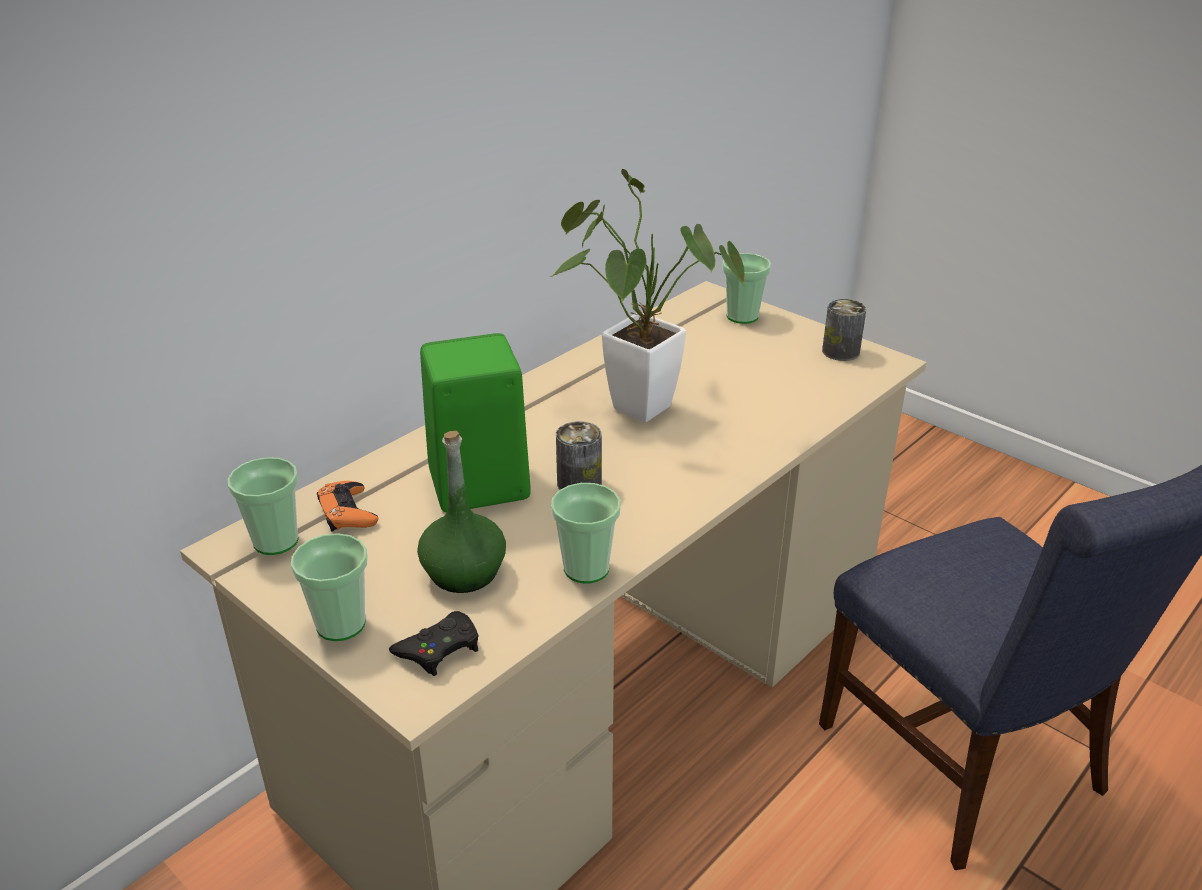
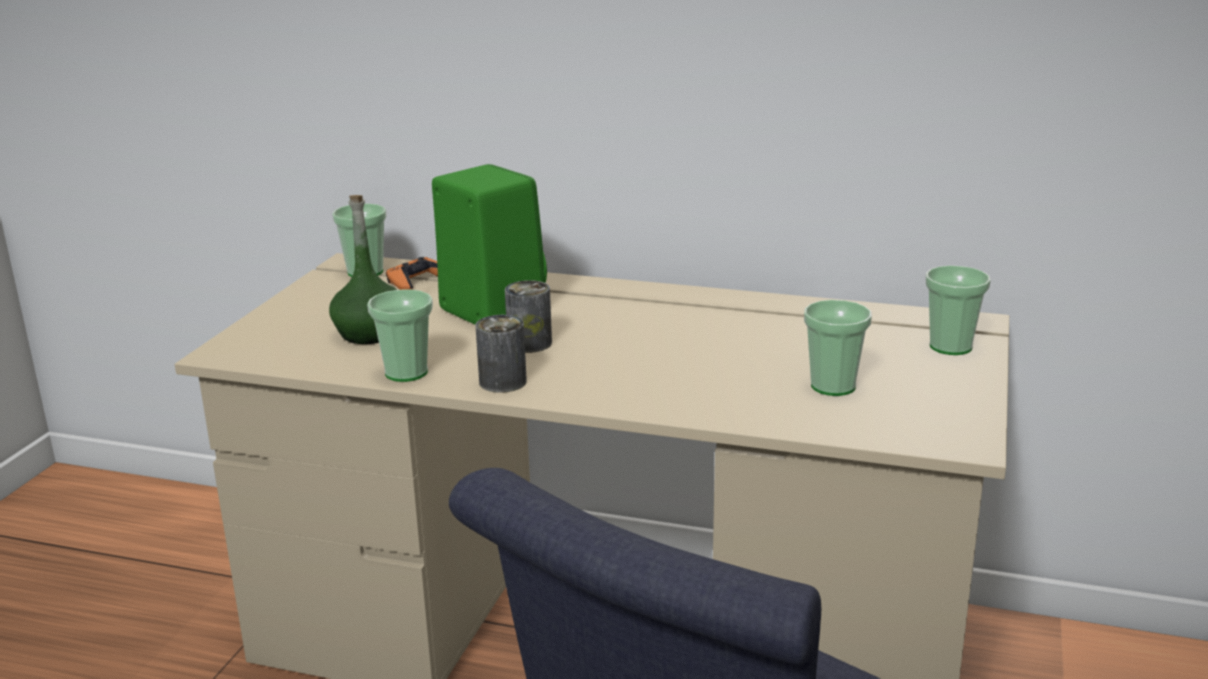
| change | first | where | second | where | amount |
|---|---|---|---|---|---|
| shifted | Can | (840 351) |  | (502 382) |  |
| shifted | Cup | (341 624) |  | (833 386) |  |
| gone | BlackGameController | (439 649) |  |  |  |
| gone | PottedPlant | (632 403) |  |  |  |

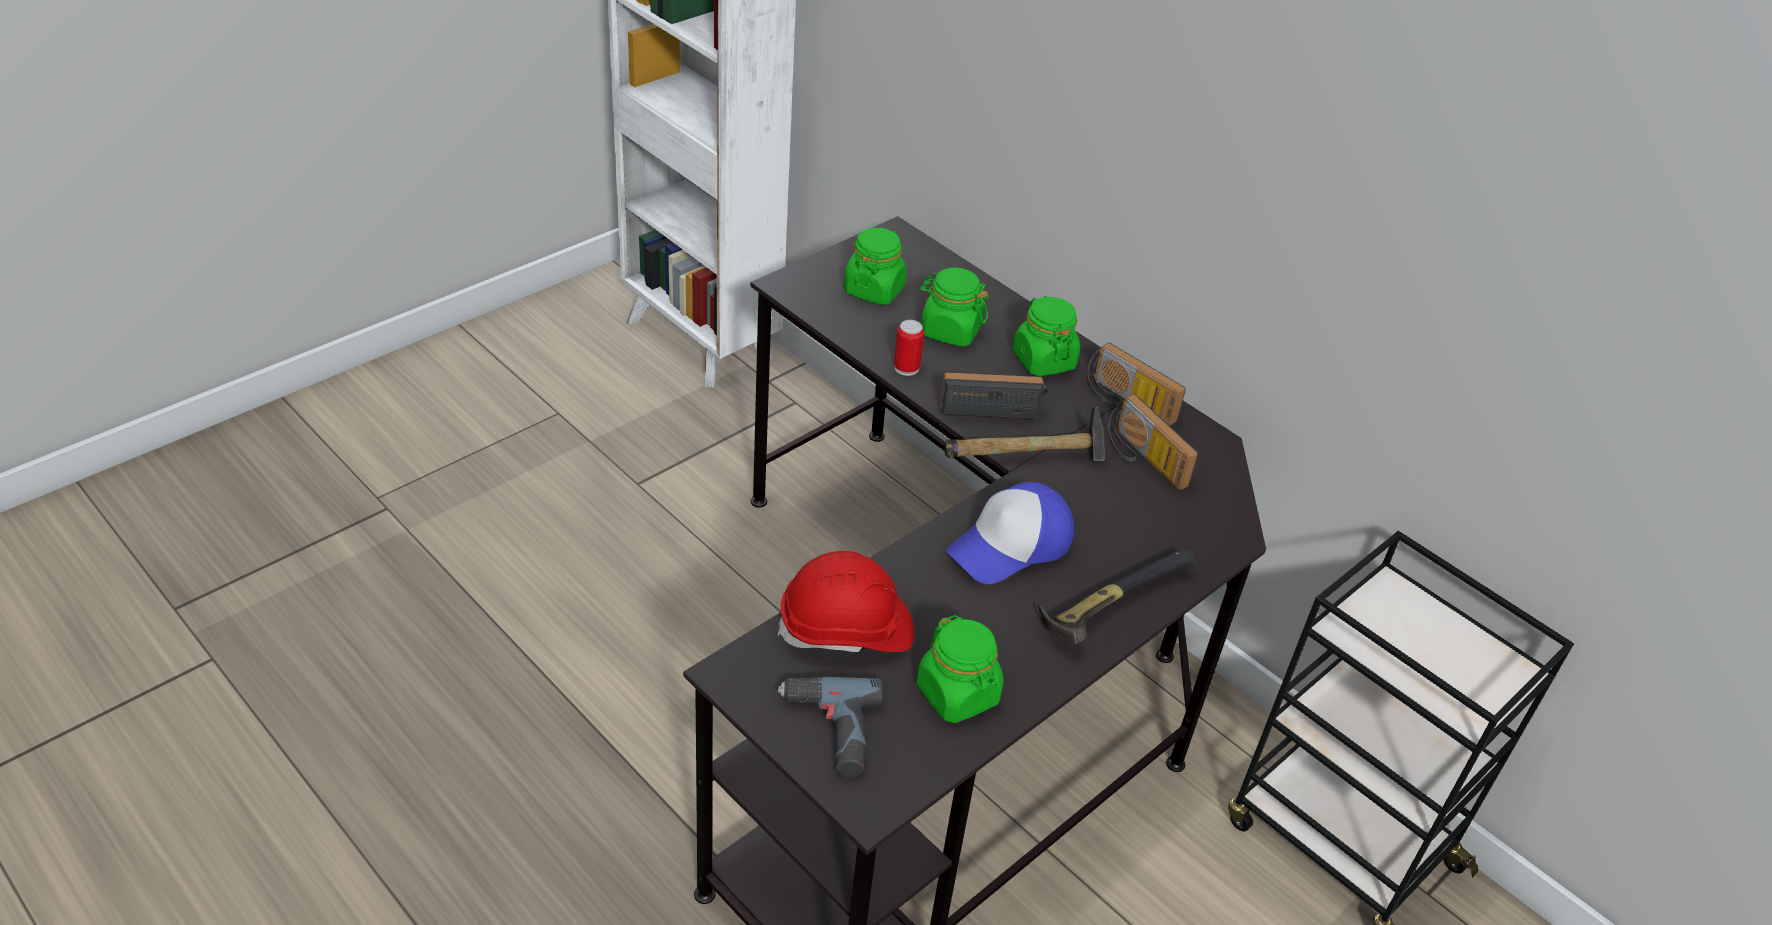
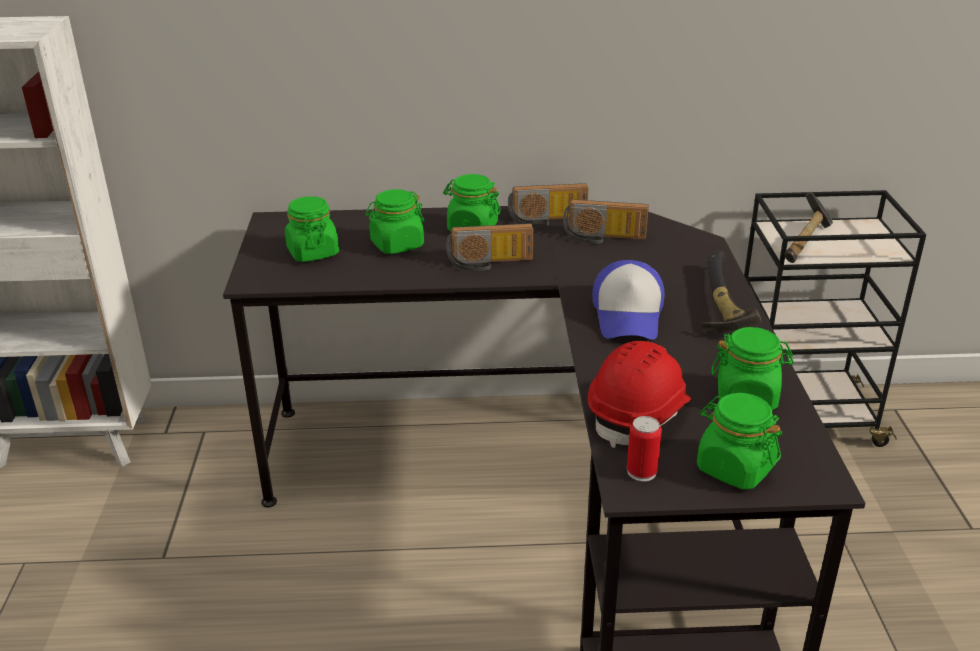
| change | first | where | second | where | amount |
|---|---|---|---|---|---|
| rotated | Radio | (991 406) |  | (490 263) | 135 degrees counterclockwise |
| shifted | Can | (906 368) |  | (641 472) |  |
| swapped | PowerDrill | (828 731) | GreenJar | (734 468) |  |
| shifted | Hammer | (1027 458) |  | (805 244) |  |

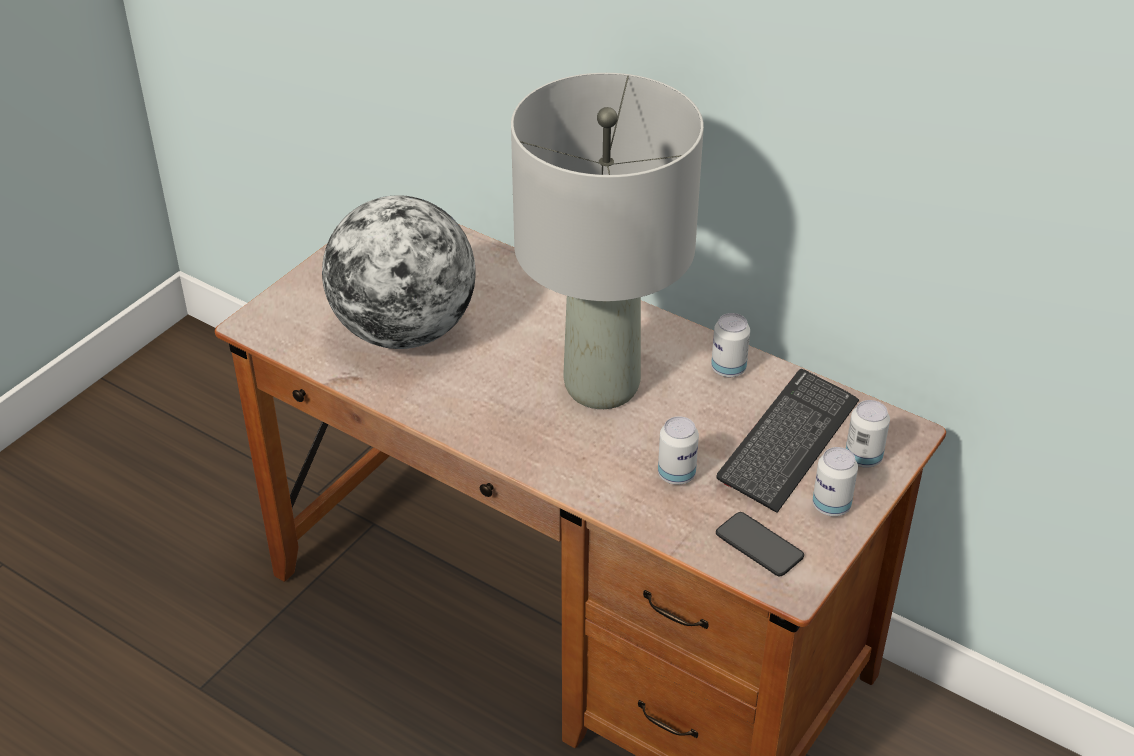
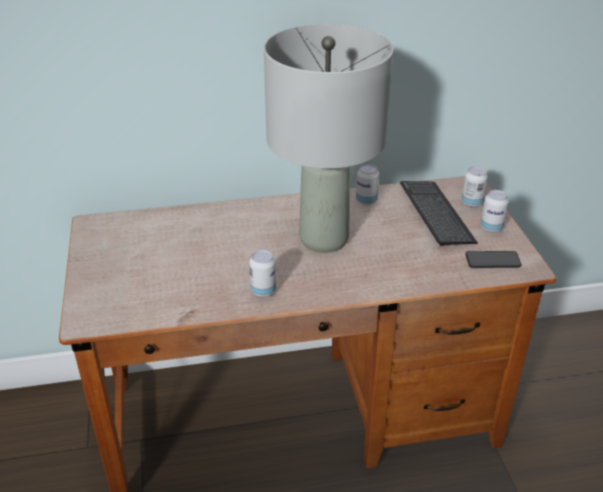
| change | first | where | second | where | amount |
|---|---|---|---|---|---|
| shifted | Can | (676 475) |  | (263 291) |  |
| gone | Globe | (404 331) |  |  |  |

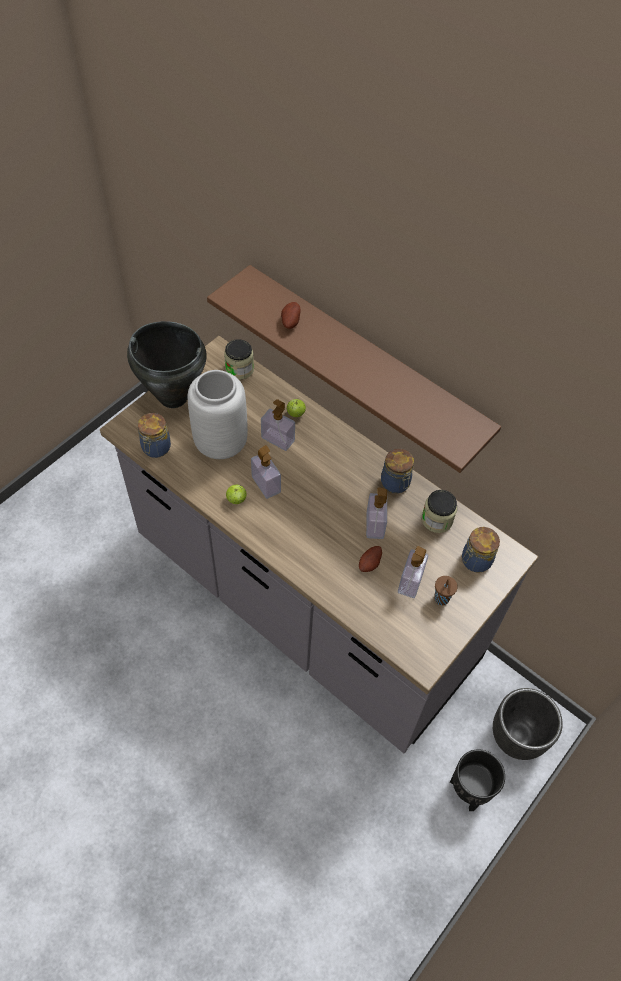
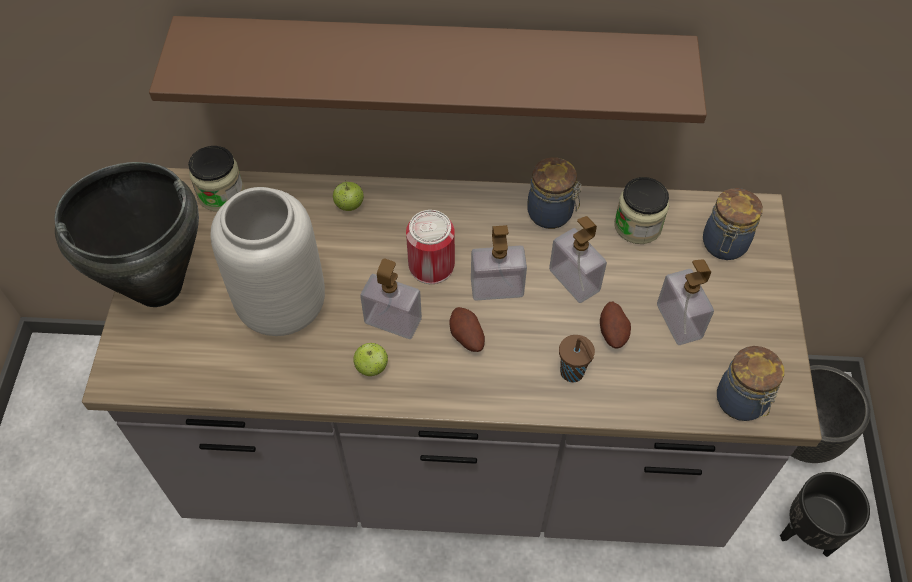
| change | first | where | second | where | amount |
|---|---|---|---|---|---|
| new |  |  | Can | (431 266) |  |
| shifted | Potato | (290 322) |  | (466 337) |  |
| shifted | SoapDispenser | (278 439) |  | (497 288) |  |
| shifted | BrownCup | (441 599) |  | (573 373) |  |
| shifted | Jar | (155 448) |  | (741 403) |  |

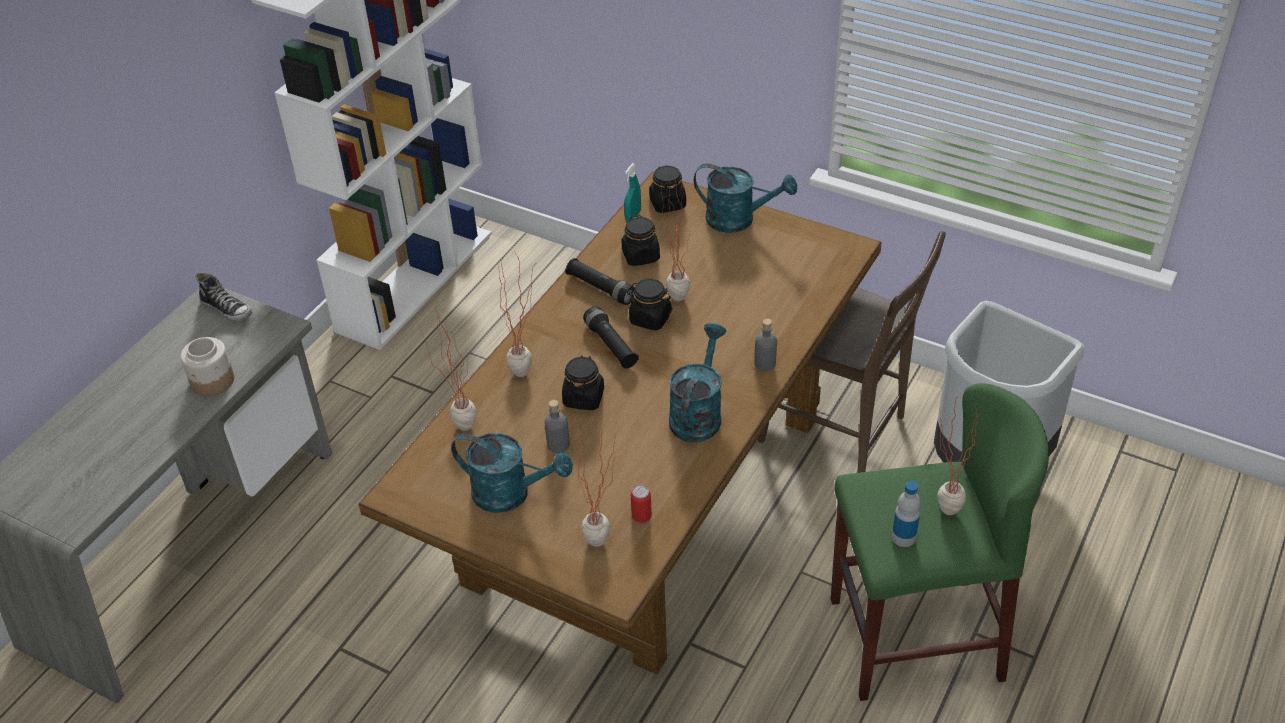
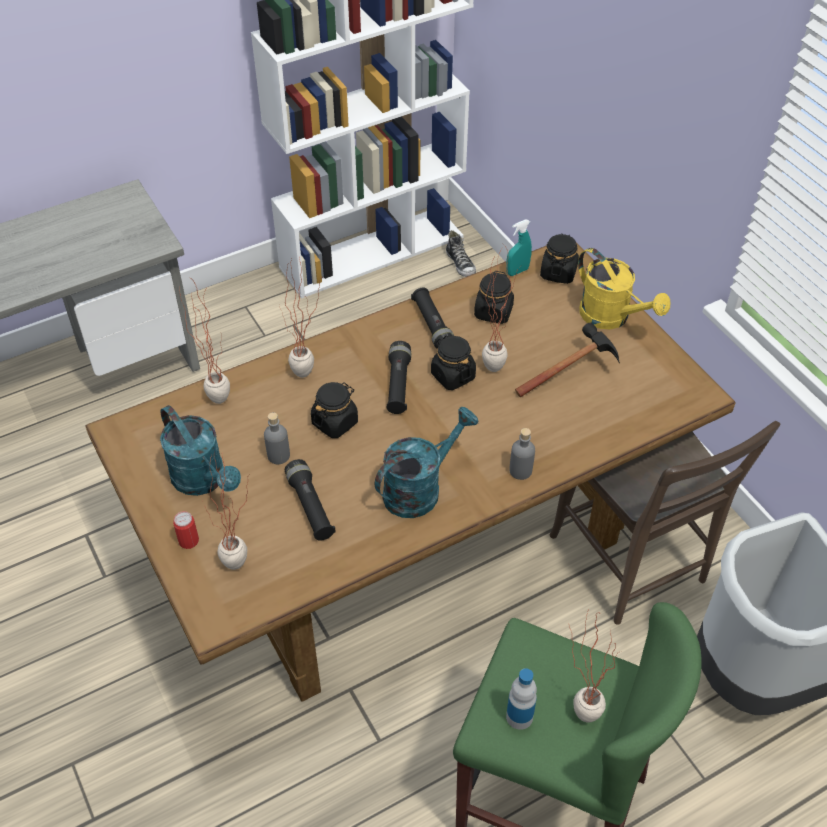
| change | first | where | second | where | amount |
|---|---|---|---|---|---|
| shifted | Can | (641 515) |  | (188 541) |  |
| new |  |  | BlackFlashlight | (310 507) |  |
| shifted | Shoe | (227 309) |  | (461 264) |  |
| new |  |  | Hammer | (572 372) |  |
| repainted | TurquoiseWateringCan | (739 220) | YellowWateringCan | (612 317) |  |
| gone | Jar | (212 381) |  |  |  |

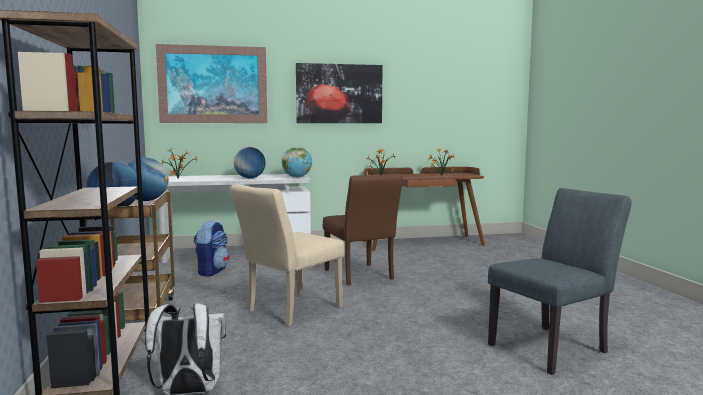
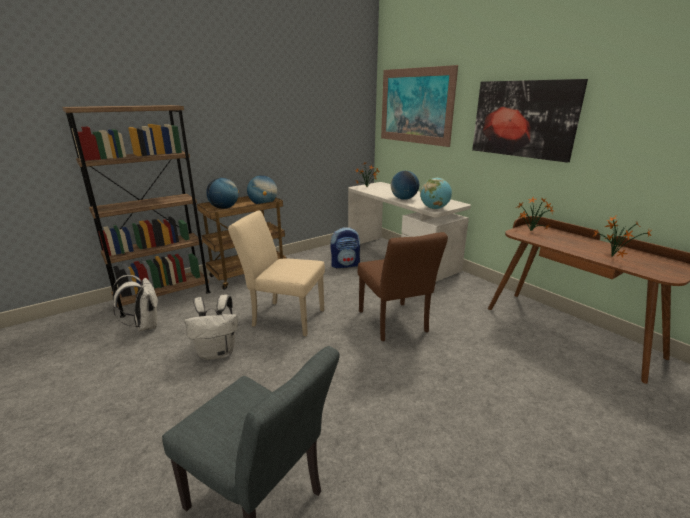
| change | first | where | second | where | amount |
|---|---|---|---|---|---|
| new |  |  | WhiteBackpack | (218 352) |  |
| rotated | BrownChair | (361 276) |  | (395 324) | 60 degrees counterclockwise |

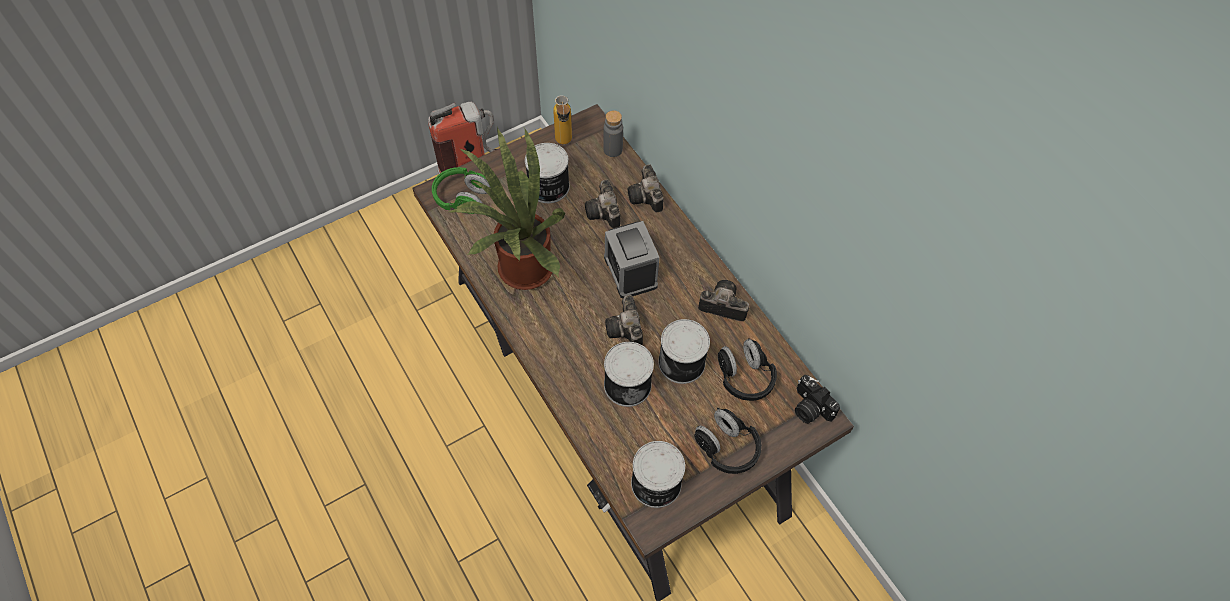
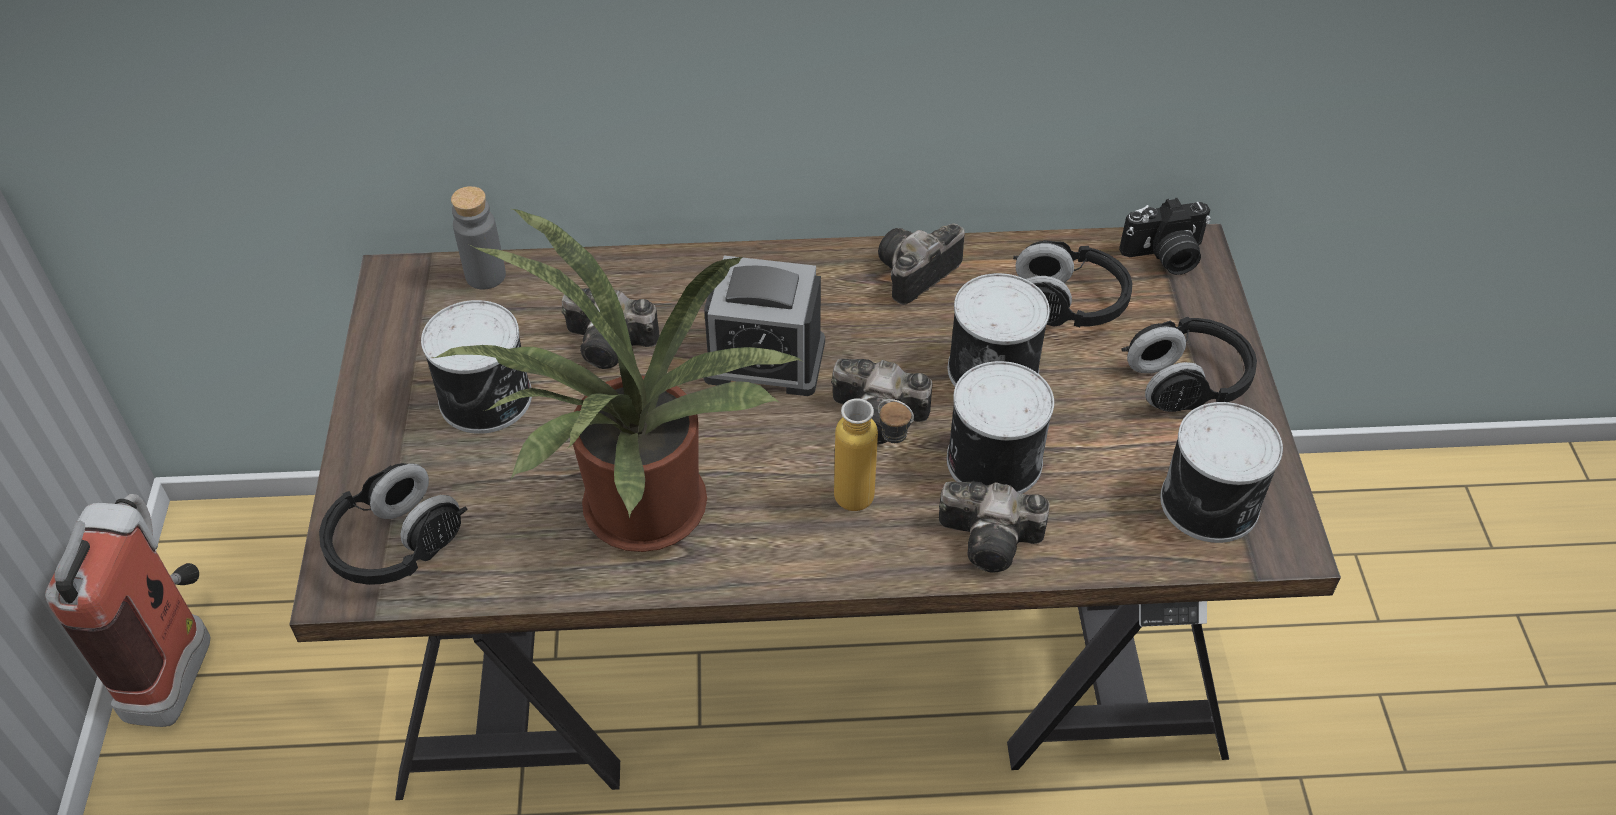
| change | first | where | second | where | amount |
|---|---|---|---|---|---|
| repainted | GreenHeadphones | (462 198) | BlackHeadphones | (396 545) |  |
| shifted | Bottle | (564 144) |  | (870 502) |  |
| shifted | PhotoCamera | (647 198) |  | (994 540) |  |

